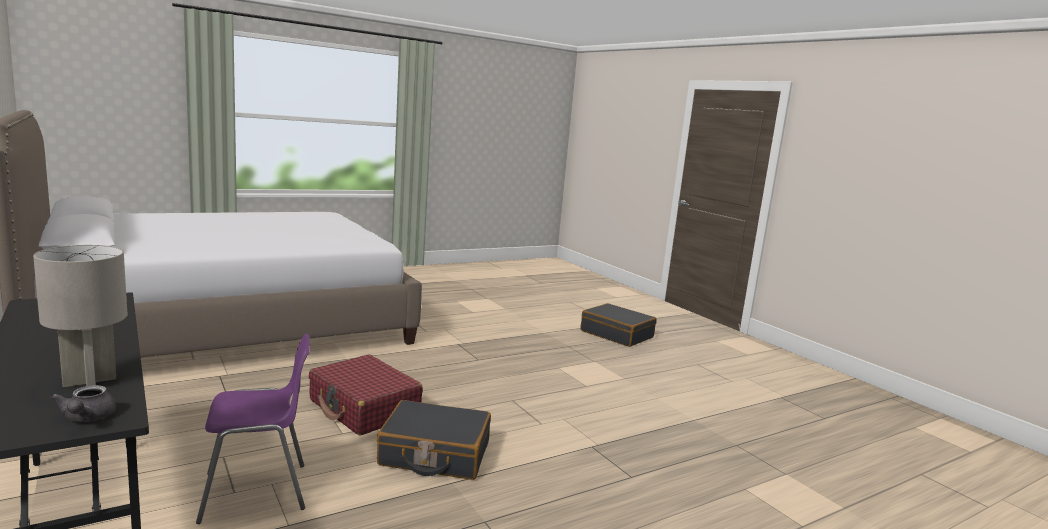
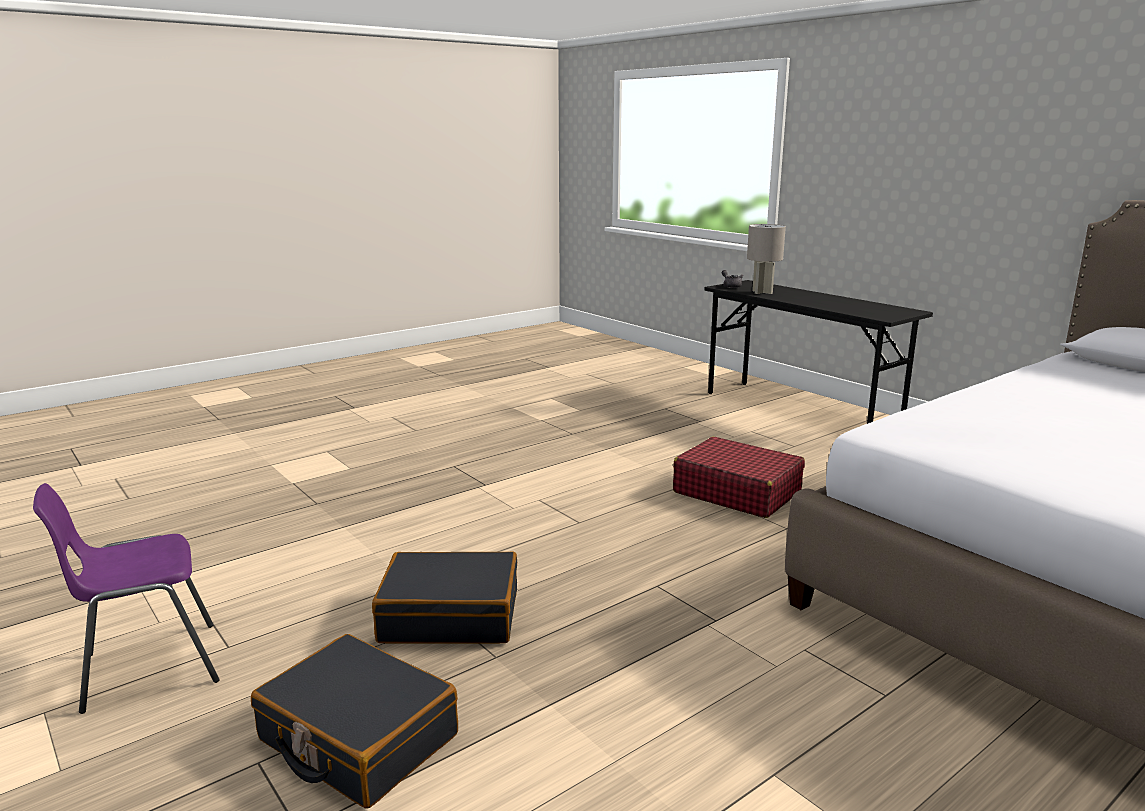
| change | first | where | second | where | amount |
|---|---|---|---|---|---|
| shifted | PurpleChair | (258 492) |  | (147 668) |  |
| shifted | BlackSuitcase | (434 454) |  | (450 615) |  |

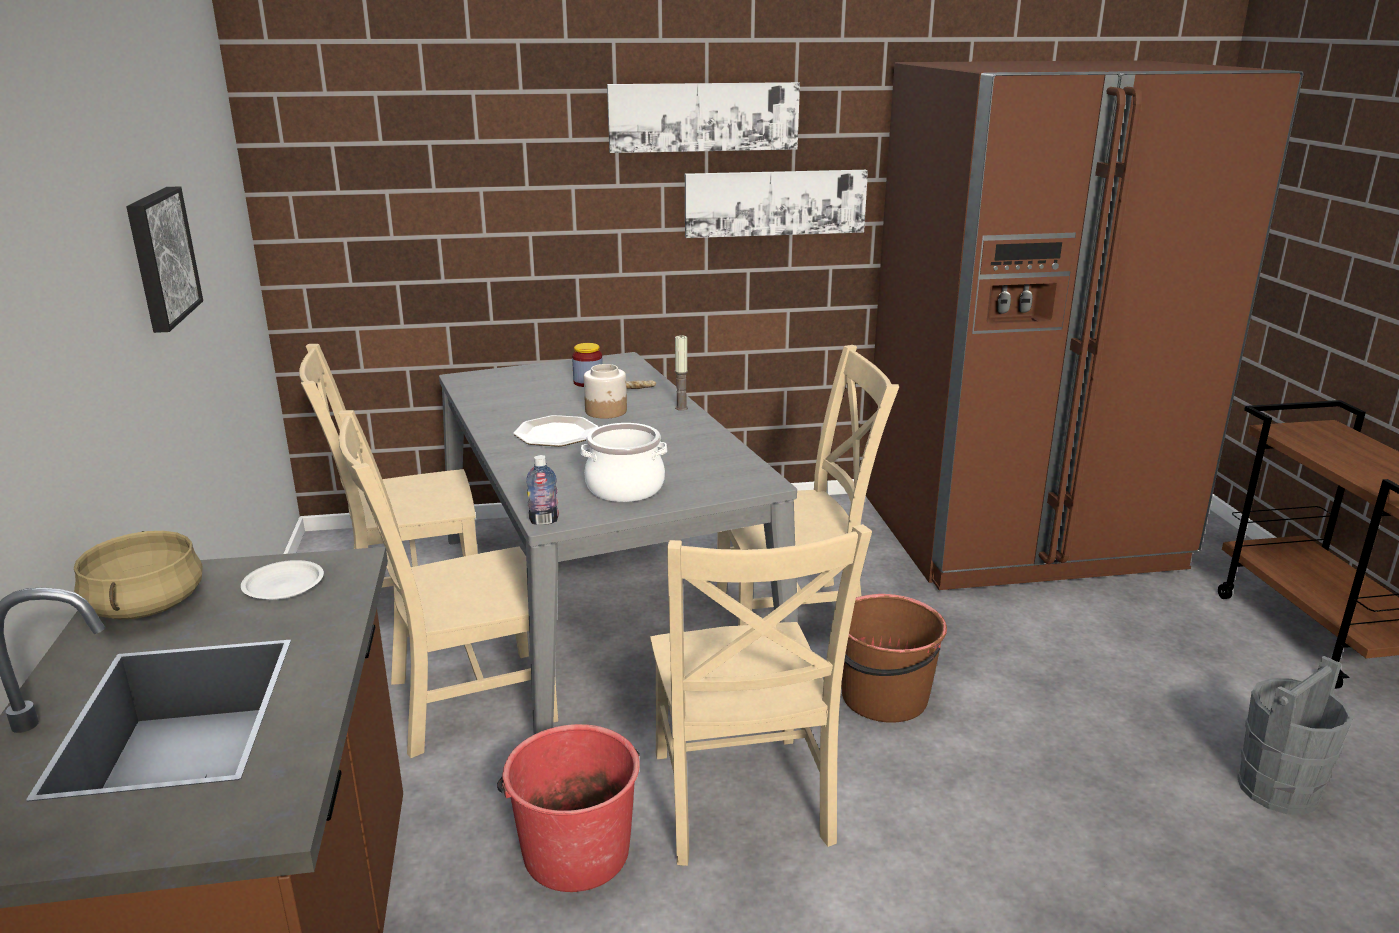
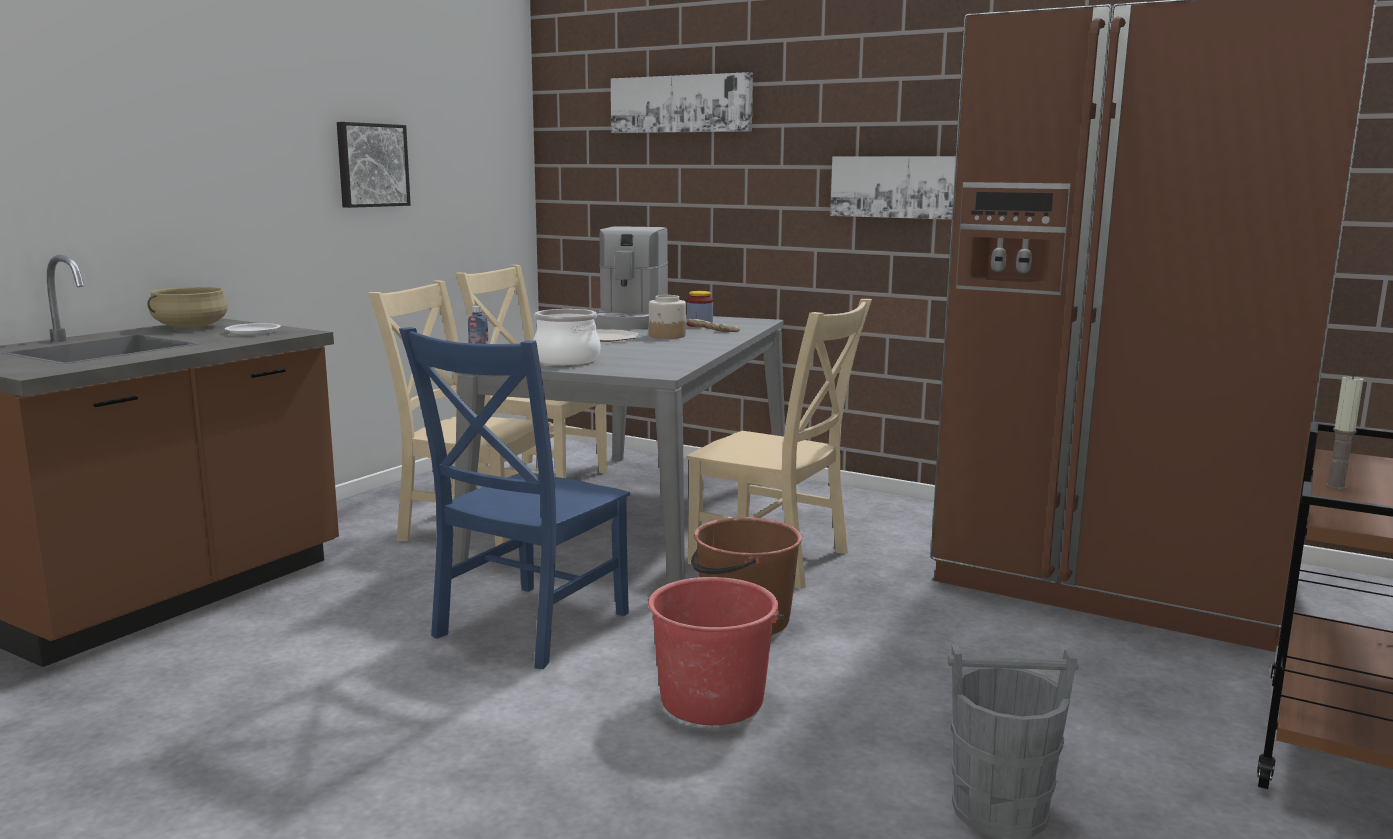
| change | first | where | second | where | amount |
|---|---|---|---|---|---|
| repainted | BeigeChair | (740 803) | BlueChair | (526 627) |  |
| new |  |  | CoffeeMachine | (631 321) |  |
| shifted | Picture | (703 117) |  | (681 104) |  |
| shifted | RedBucket | (575 852) |  | (712 699) |  |
| shifted | Candle | (681 408) |  | (1336 486) |  |

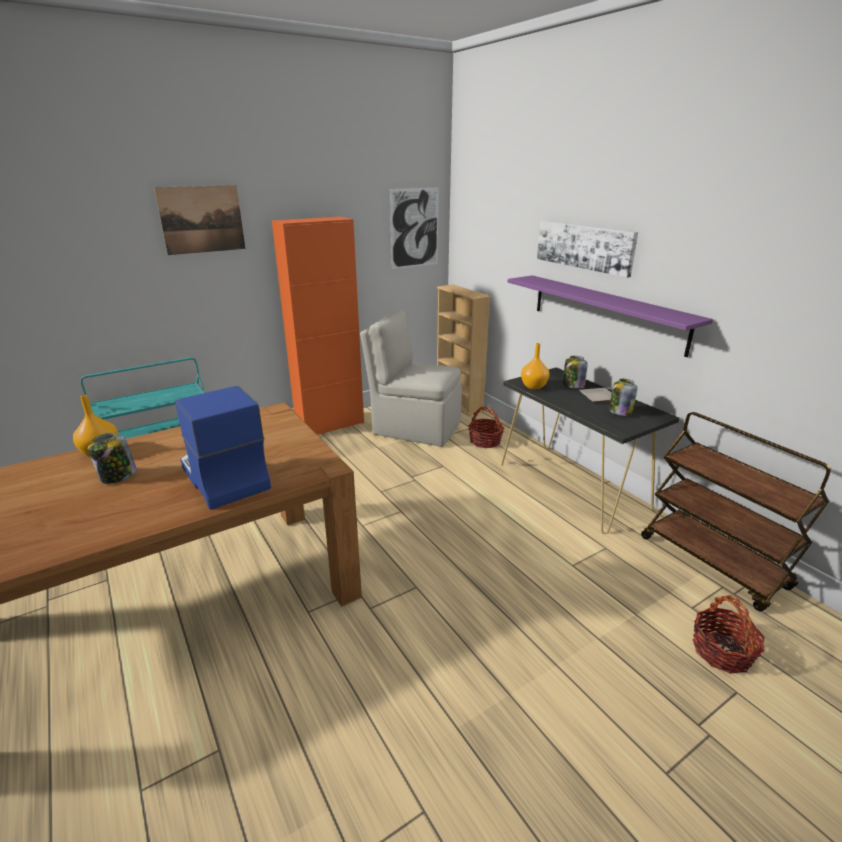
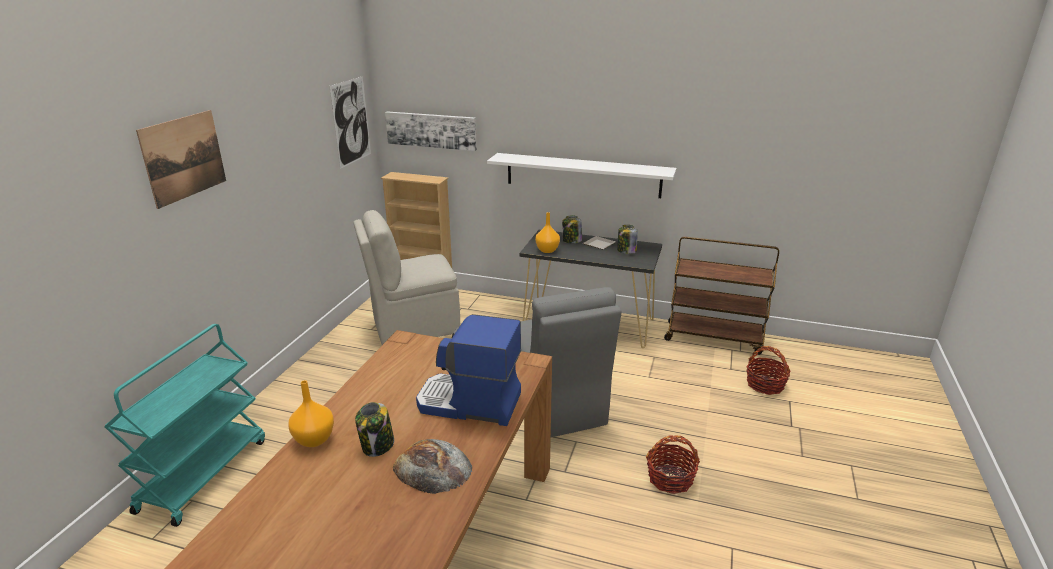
| change | first | where | second | where | amount |
|---|---|---|---|---|---|
| shifted | Picture | (584 246) |  | (431 130) |  |
| new |  |  | Bread | (432 468) |  |
| repainted | PurpleShelf | (605 312) | WhiteShelf | (583 175) |  |
| new |  |  | GreyChair | (556 406) |  |
| shifted | Basket | (485 441) |  | (670 478) |  |
| gone | OrangeCabinet | (330 425) |  |  |  |

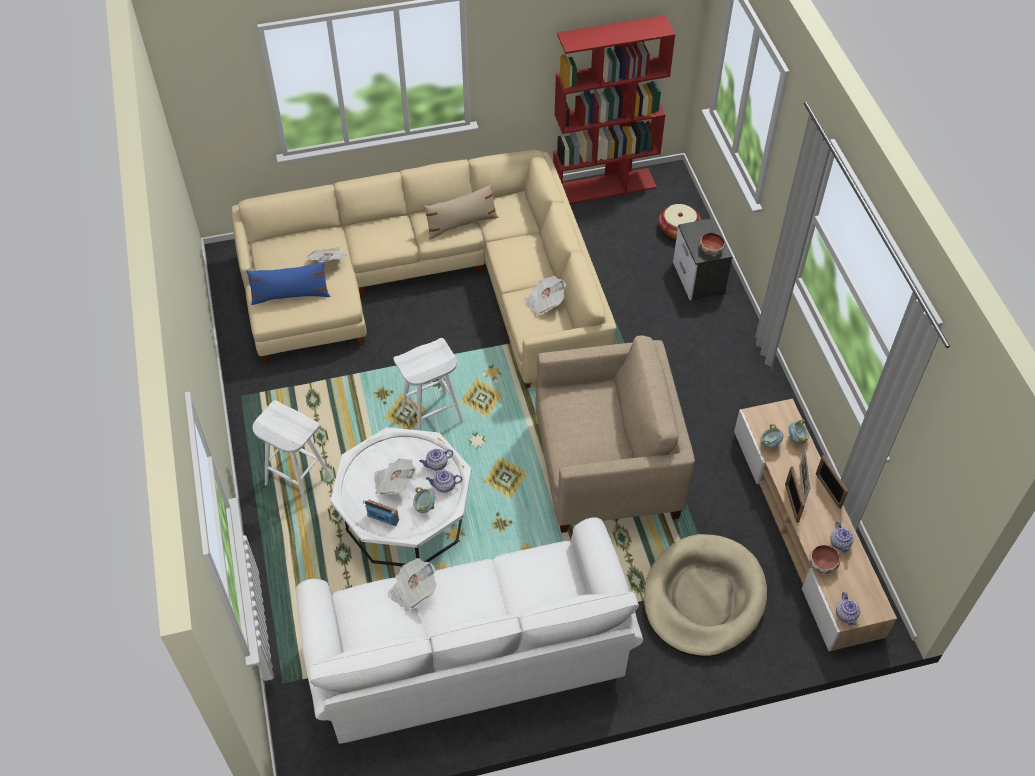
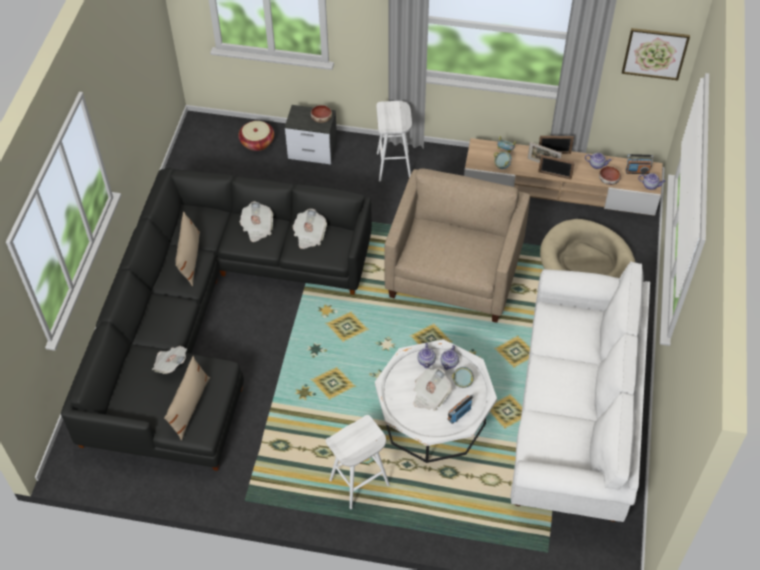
| change | first | where | second | where | amount |
|---|---|---|---|---|---|
| repainted | BeigeSofa | (432 284) | BlackSofa | (208 318) |  |
| repainted | BluePillow | (290 295) | BeigePillow | (189 406) |  |
| shifted | Newspaper | (412 590) |  | (257 228) |  |
| shifted | WhiteStool | (431 418) |  | (394 166) |  |
| new |  |  | Picture | (655 53) |  |
| new |  |  | Radio | (637 171) |  |
| gone | RedBookcase | (604 186) |  |  |  |

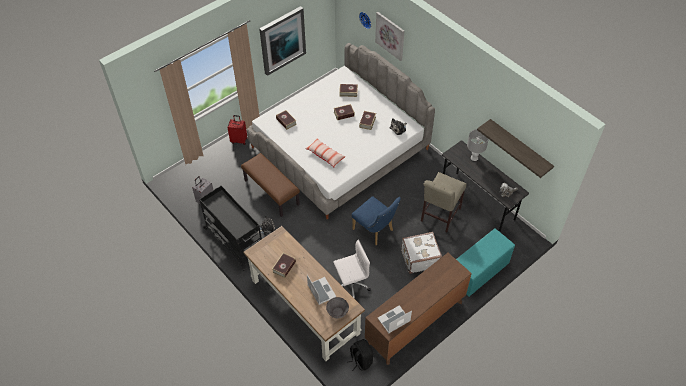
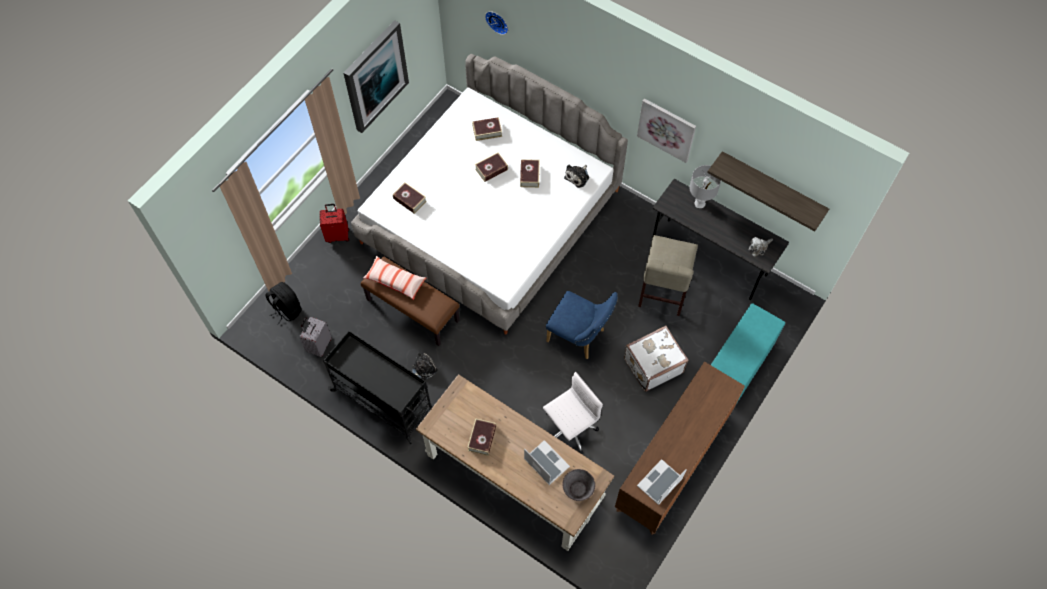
| change | first | where | second | where | amount |
|---|---|---|---|---|---|
| shifted | BlackBackpack | (360 360) |  | (286 310) |  |
| shifted | Pillow | (325 155) |  | (395 281) |  |
| shifted | Picture | (390 35) |  | (666 129) |  |

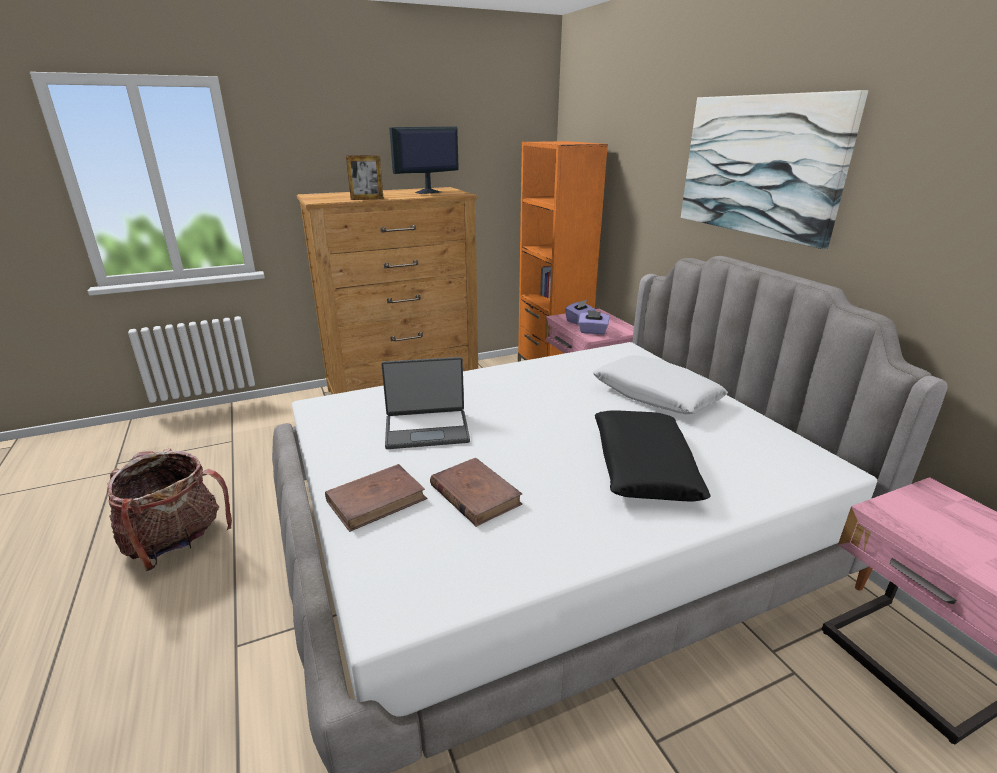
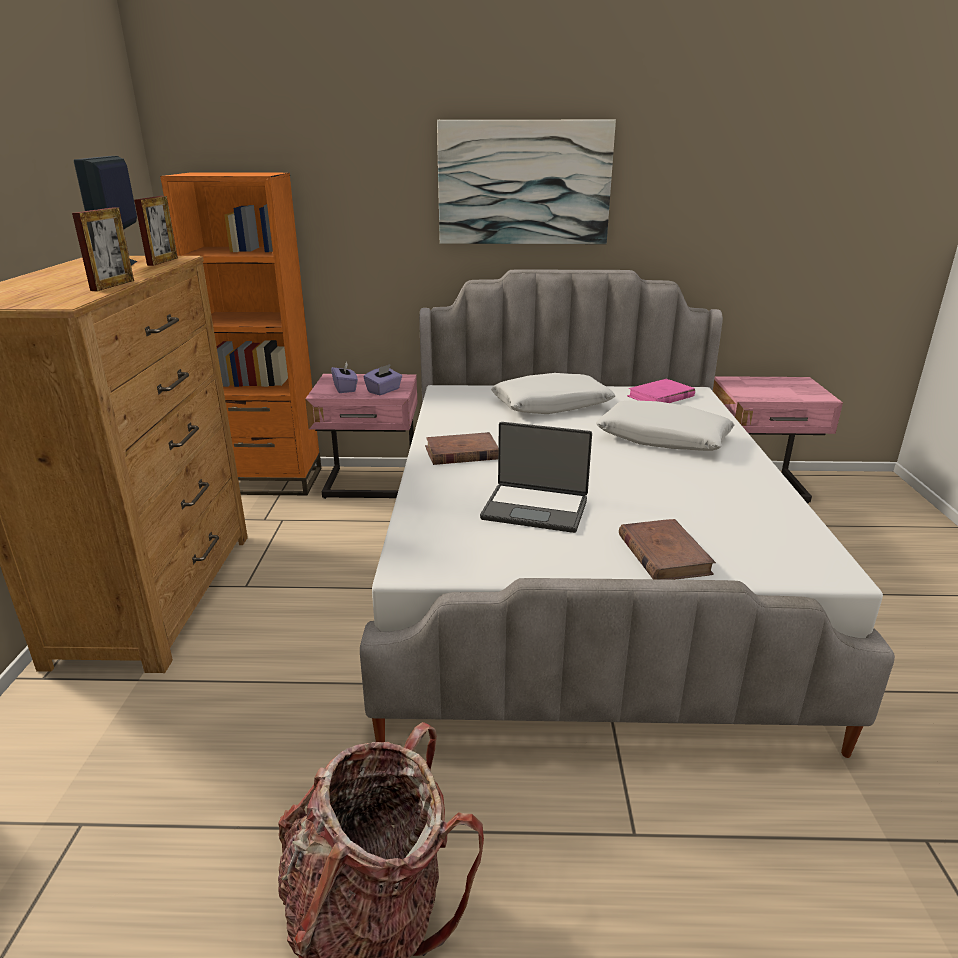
| change | first | where | second | where | amount |
|---|---|---|---|---|---|
| new |  |  | PictureFrame | (162 261) |  |
| shifted | BrownBook | (475 494) |  | (461 453) |  |
| rotated | Laptop | (427 429) |  | (535 508) | 90 degrees clockwise |
| repainted | BlackPillow | (643 466) | WhitePillow | (663 439) |  |
| new |  |  | PinkBook | (660 396) |  |

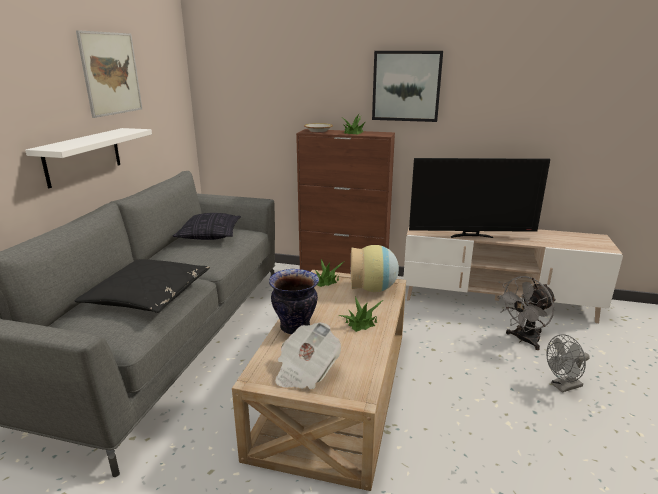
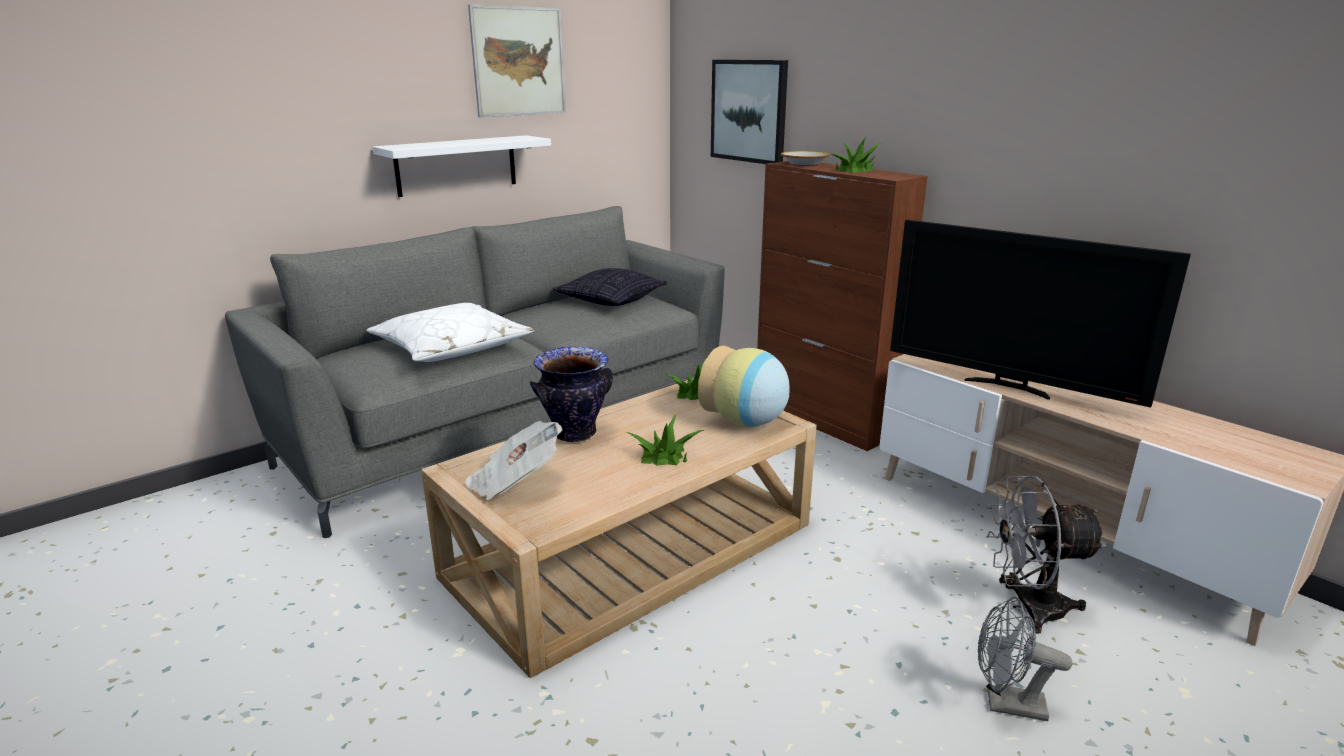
| change | first | where | second | where | amount |
|---|---|---|---|---|---|
| repainted | BlackPillow | (149 295) | WhitePillow | (452 348) |  |
| shifted | Picture | (406 86) |  | (749 111) |  |

